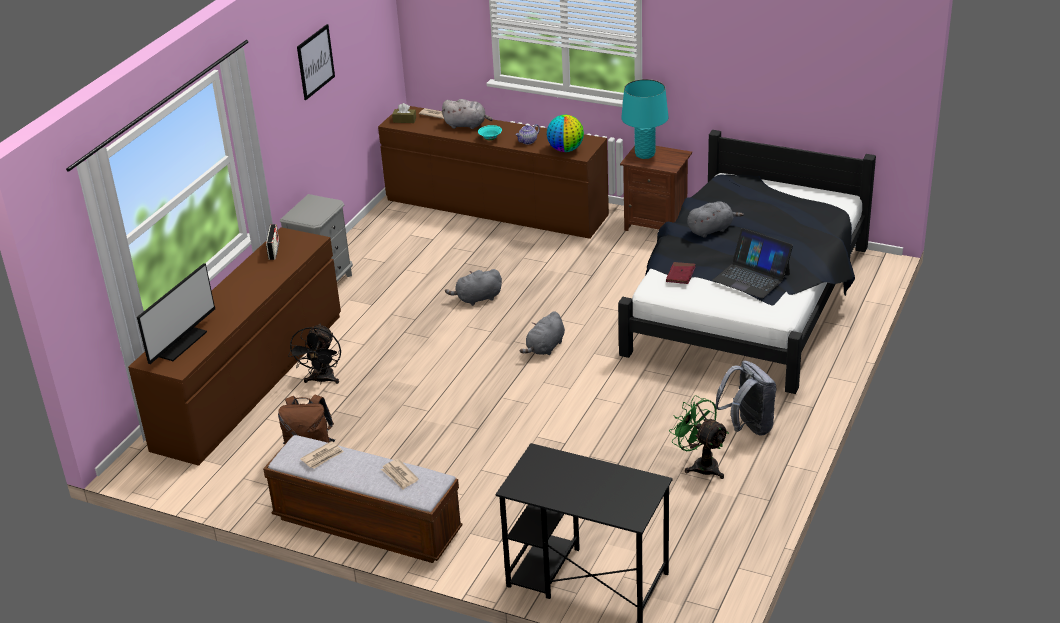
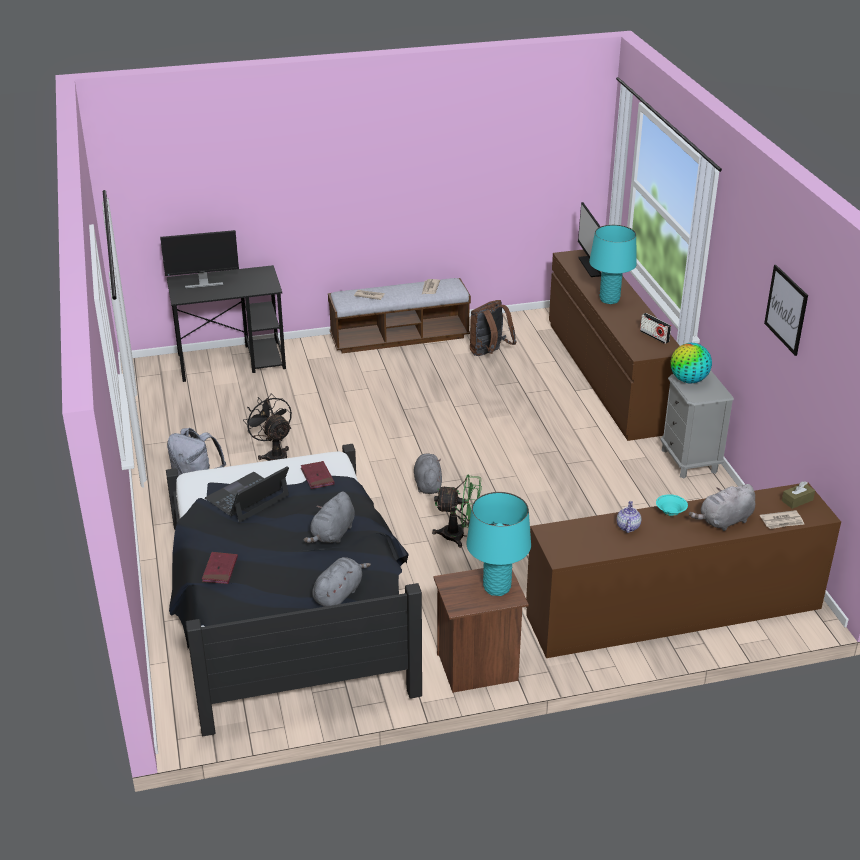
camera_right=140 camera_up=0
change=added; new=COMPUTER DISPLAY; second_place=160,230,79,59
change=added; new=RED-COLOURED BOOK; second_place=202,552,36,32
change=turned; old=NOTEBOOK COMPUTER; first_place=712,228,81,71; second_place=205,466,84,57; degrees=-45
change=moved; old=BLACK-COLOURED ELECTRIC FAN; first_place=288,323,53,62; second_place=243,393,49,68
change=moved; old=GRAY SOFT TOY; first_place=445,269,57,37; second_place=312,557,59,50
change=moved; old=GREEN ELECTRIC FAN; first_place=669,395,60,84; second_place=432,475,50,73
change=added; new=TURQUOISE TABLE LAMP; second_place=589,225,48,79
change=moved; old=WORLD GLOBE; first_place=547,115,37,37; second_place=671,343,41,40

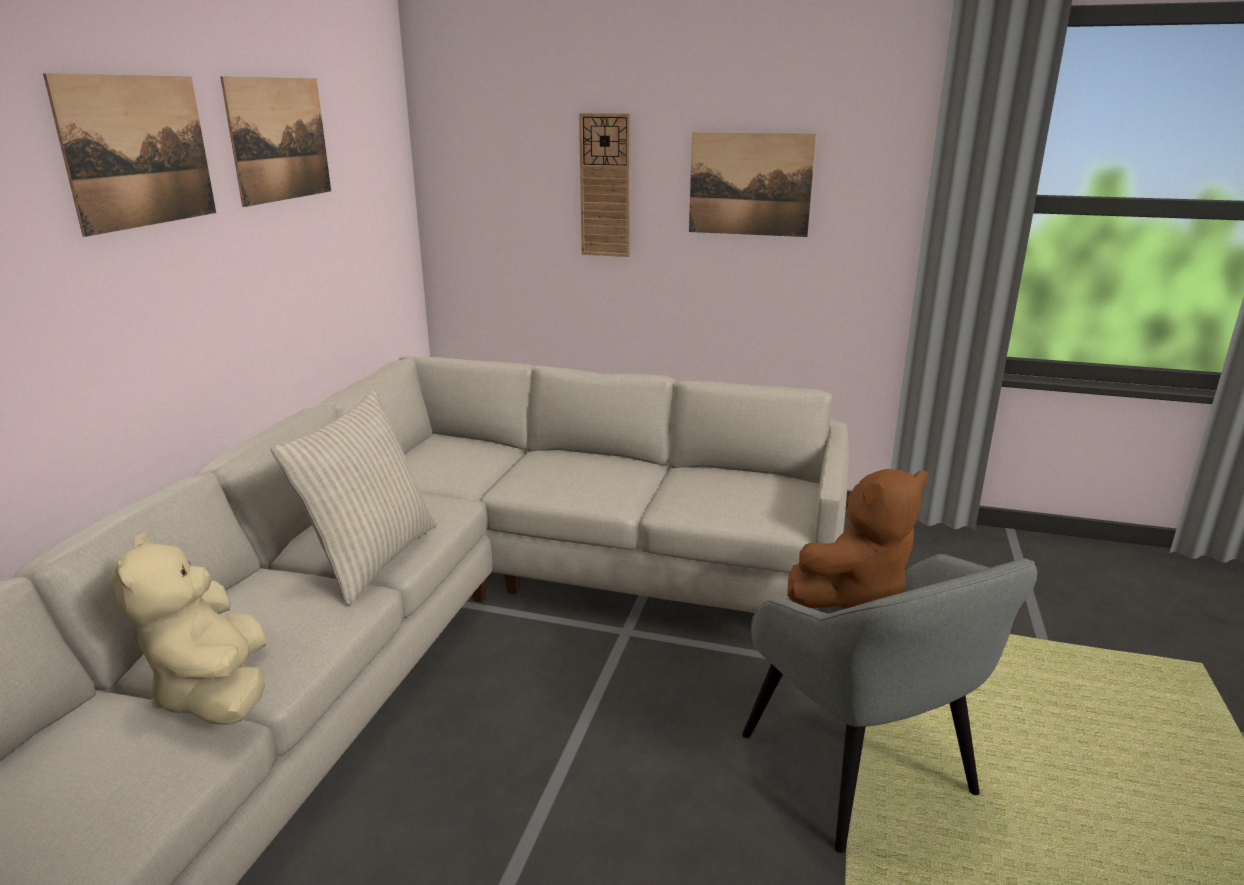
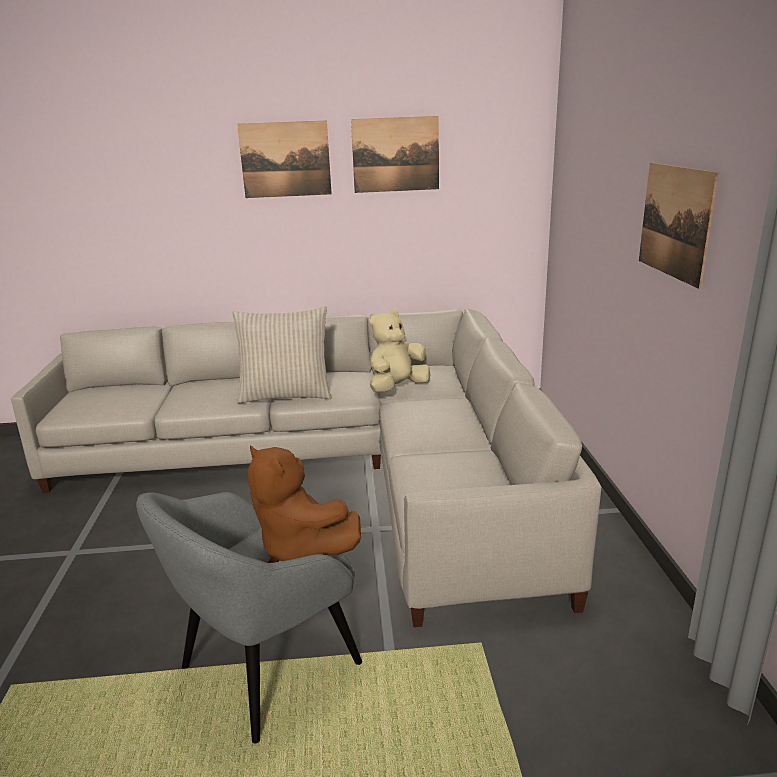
camera_right=70 camera_up=0
change=moved; old=BEIGE-COLOURED SOFT TOY; first_place=111,533,156,192; second_place=369,310,61,83
change=removed; old=CLOCK ON THE WALL; first_place=579,113,52,144

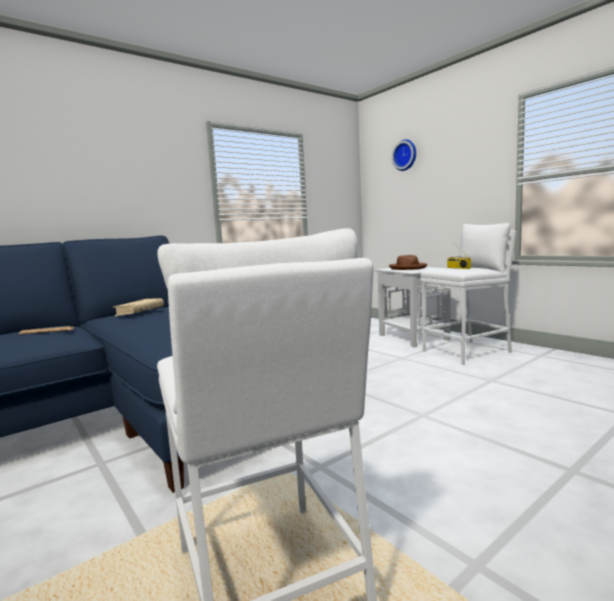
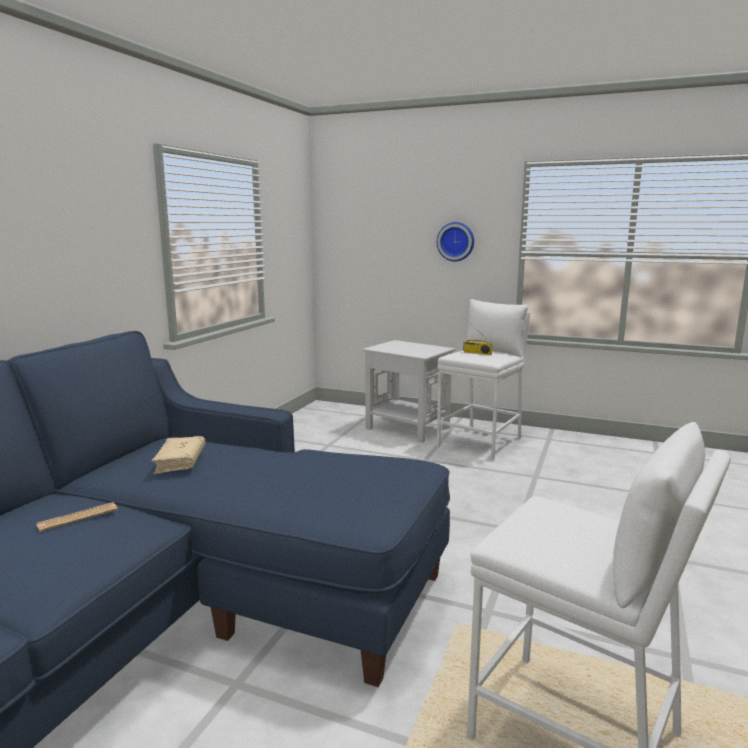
camera_right=-30 camera_up=5
change=moved; old=CLOCK ON THE WALL; first_place=392,139,24,32; second_place=437,222,37,40
change=removed; old=BROWN-COLOURED WEARABLE HAT; first_place=389,255,38,15

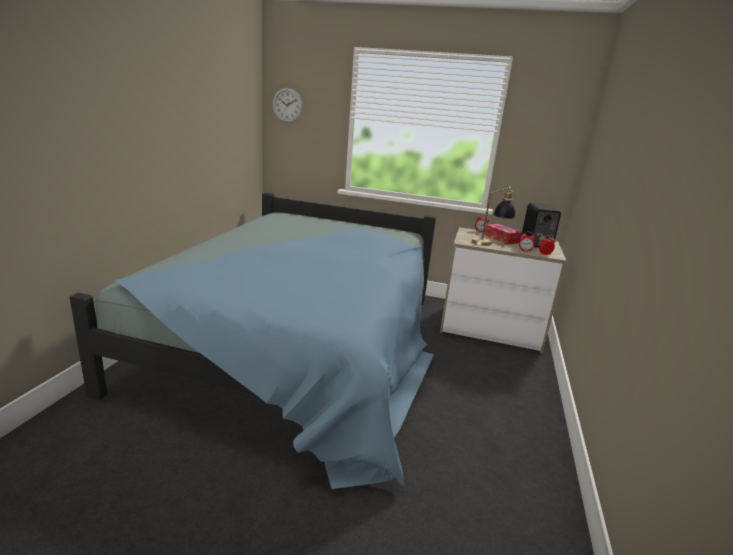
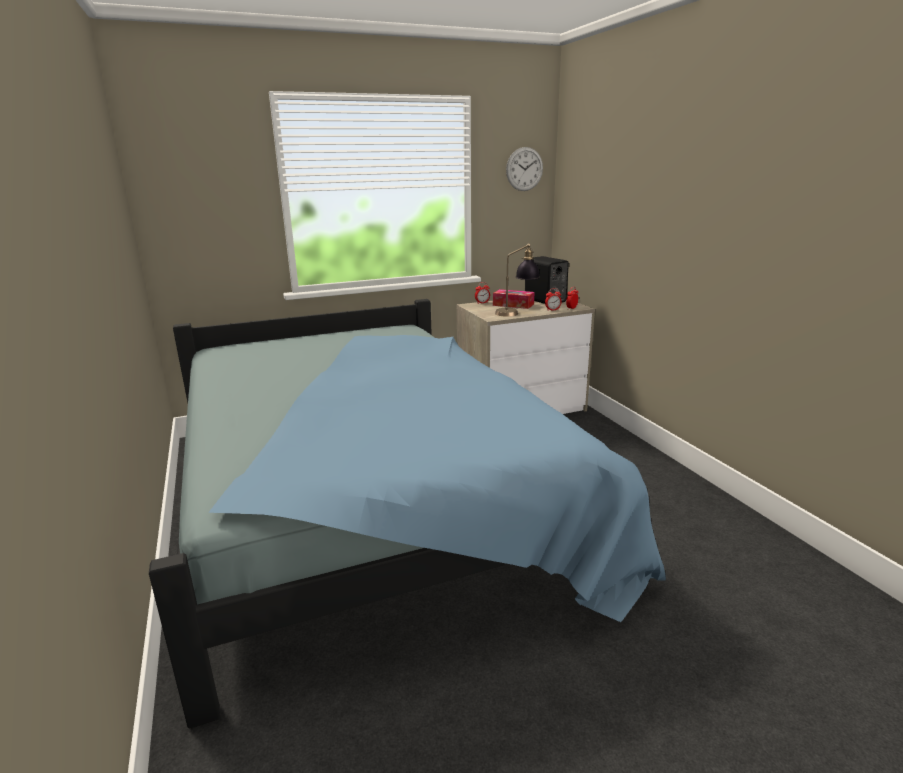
camera_right=-35 camera_up=0
change=moved; old=CLOCK ON THE WALL; first_place=273,88,30,35; second_place=506,147,37,44

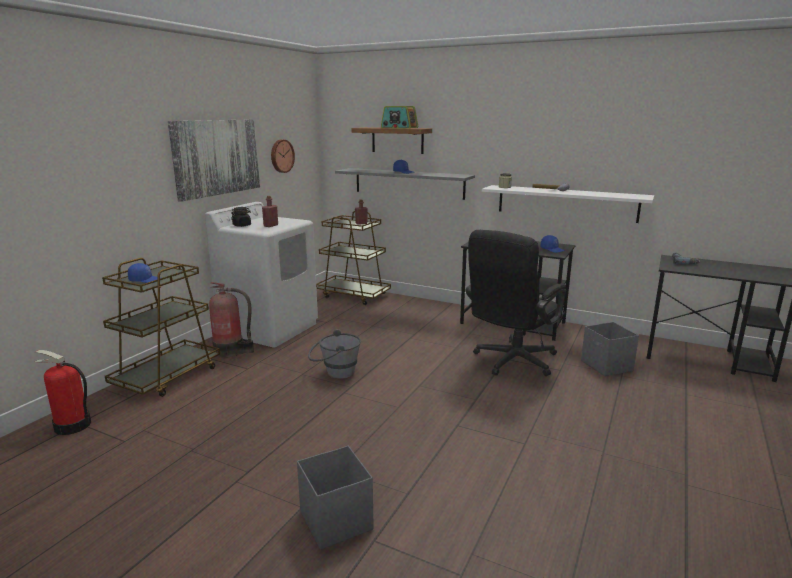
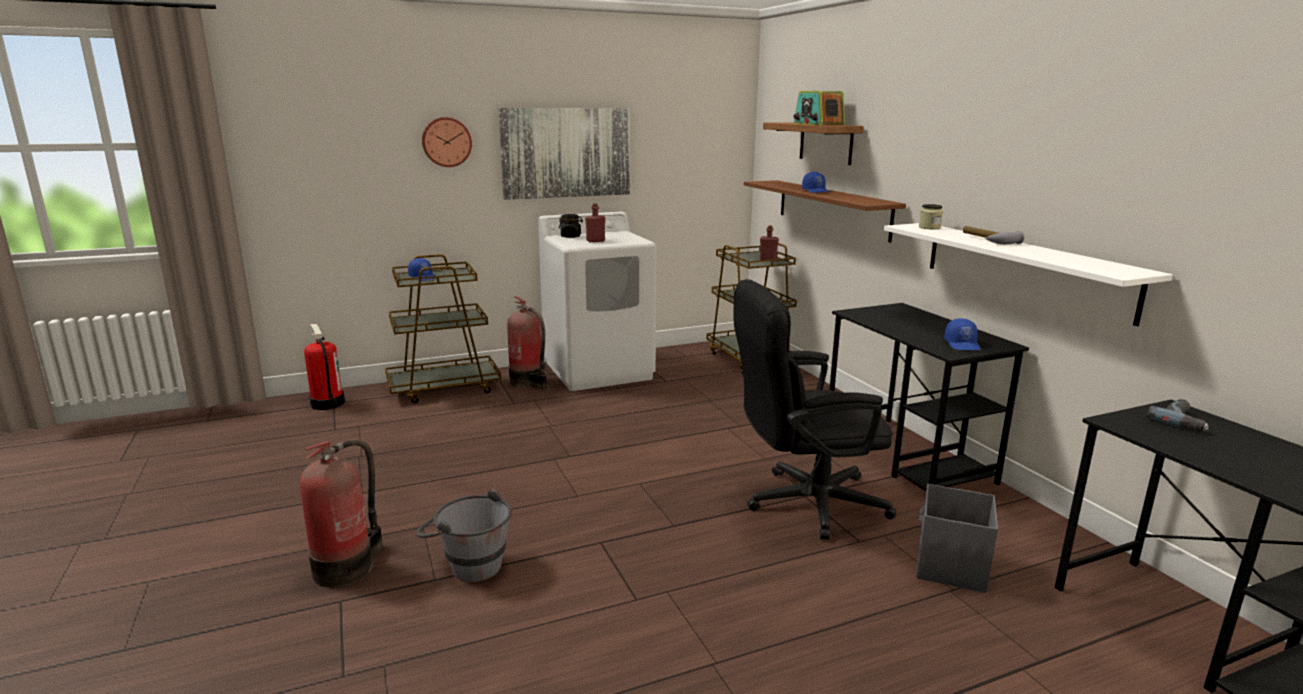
camera_right=40 camera_up=0
change=replaced; old=GRAY STORAGE CONTAINER; new=FIRE EXTINGUISHER; first_place=297,446,77,104; second_place=300,439,83,149
change=moved; old=GRAY PAIL; first_place=308,329,53,50; second_place=416,489,96,93
change=moved; old=CLOCK ON THE WALL; first_place=271,139,24,34; second_place=422,117,50,50
change=recoloured; old=GRAY BRACKET SHELF; new=BROWN-COLOURED BRACKET SHELF; first_place=335,168,140,32; second_place=744,180,162,63

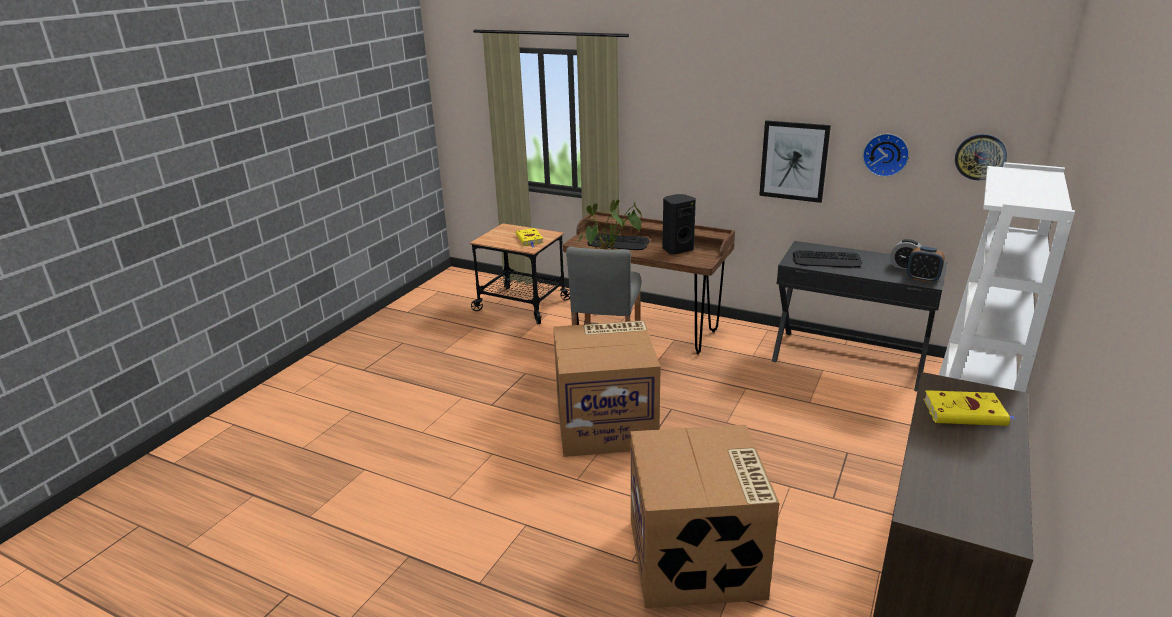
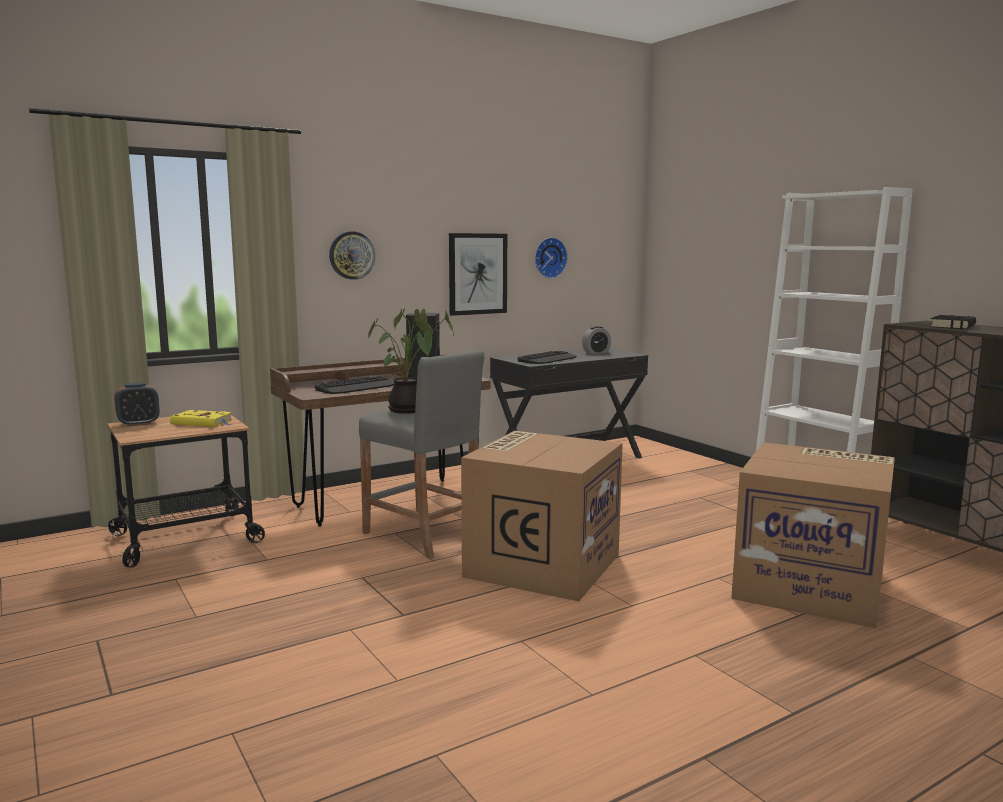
camera_right=-60 camera_up=-15
change=moved; old=TABLE CLOCK; first_place=907,246,38,37; second_place=114,383,46,44
change=moved; old=CLOCK ON THE WALL; first_place=955,134,52,46; second_place=329,231,46,49
change=recoloured; old=YELLOWISH BOOK; new=BLACK-COLOURED BOOK; first_place=923,390,93,36; second_place=930,315,46,14

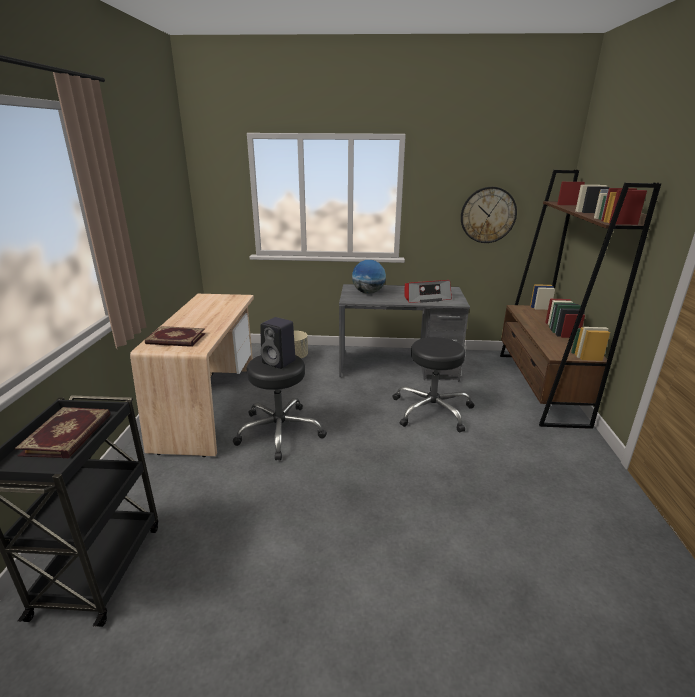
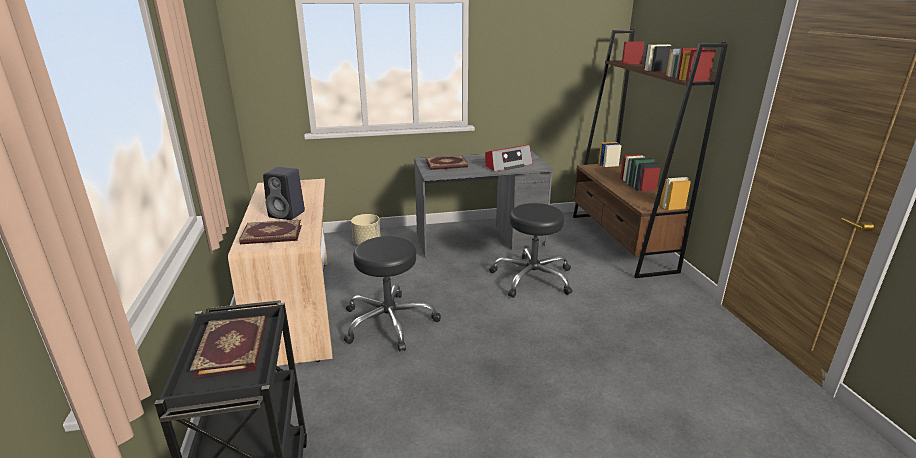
camera_right=-15 camera_up=0
change=moved; old=BLACK-COLOURED AUDIO SPEAKER; first_place=260,317,36,52; second_place=263,167,42,53
change=replaced; old=WORLD GLOBE; new=BOOK; first_place=352,260,34,34; second_place=426,155,42,15
change=removed; old=CLOCK ON THE WALL; first_place=461,187,56,56

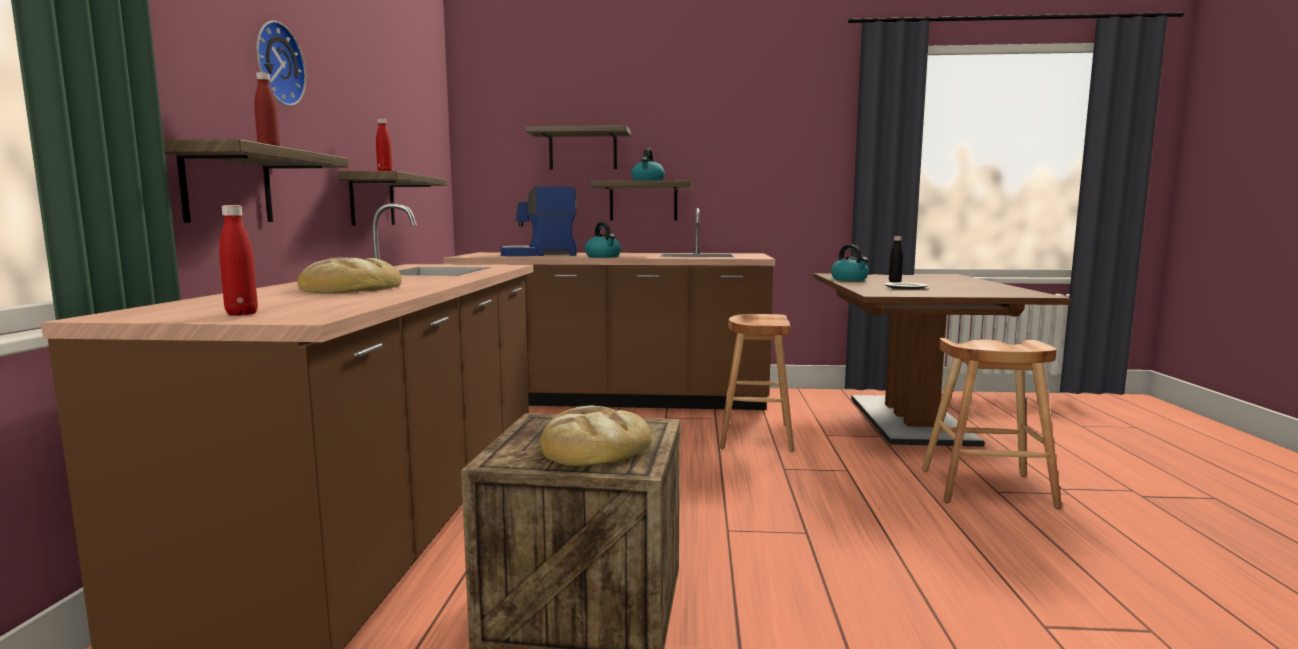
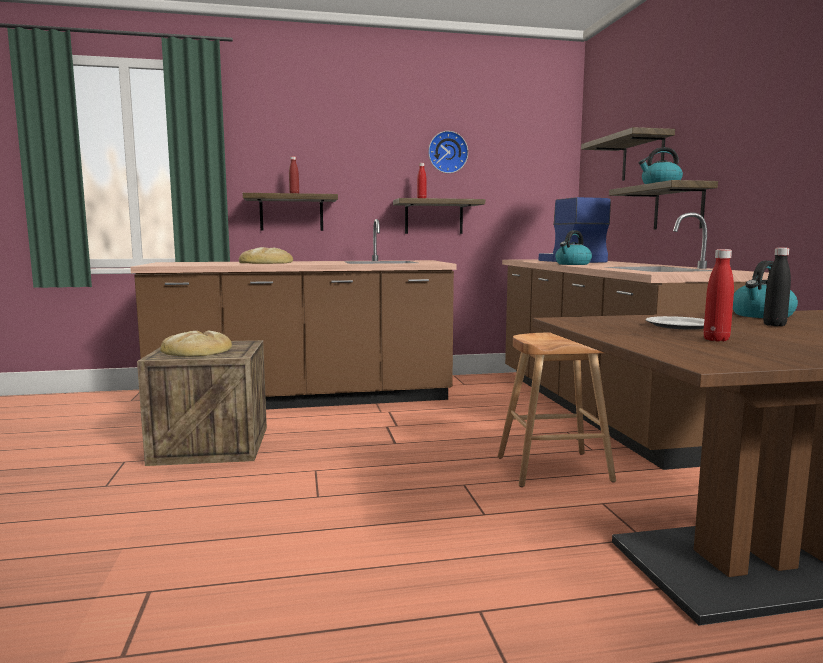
camera_right=75 camera_up=0
change=moved; old=CLOCK ON THE WALL; first_place=257,21,49,85; second_place=428,131,40,42
change=moved; old=RED-COLOURED BEVERAGE BOTTLE; first_place=219,205,39,110; second_place=703,249,31,92
change=removed; old=BROWN-COLOURED STOOL; first_place=921,338,141,171

